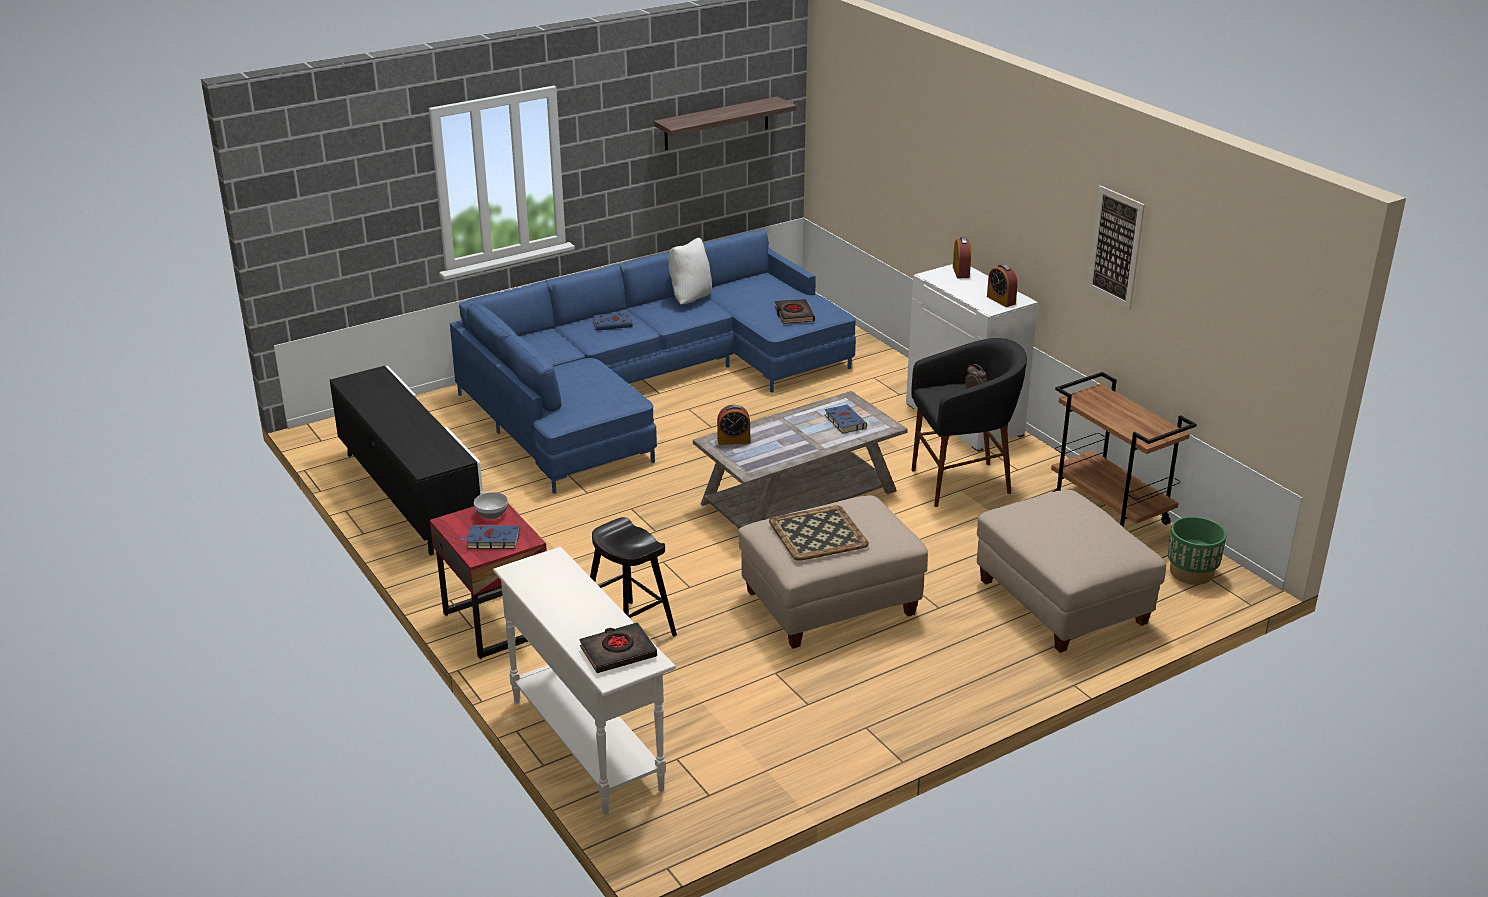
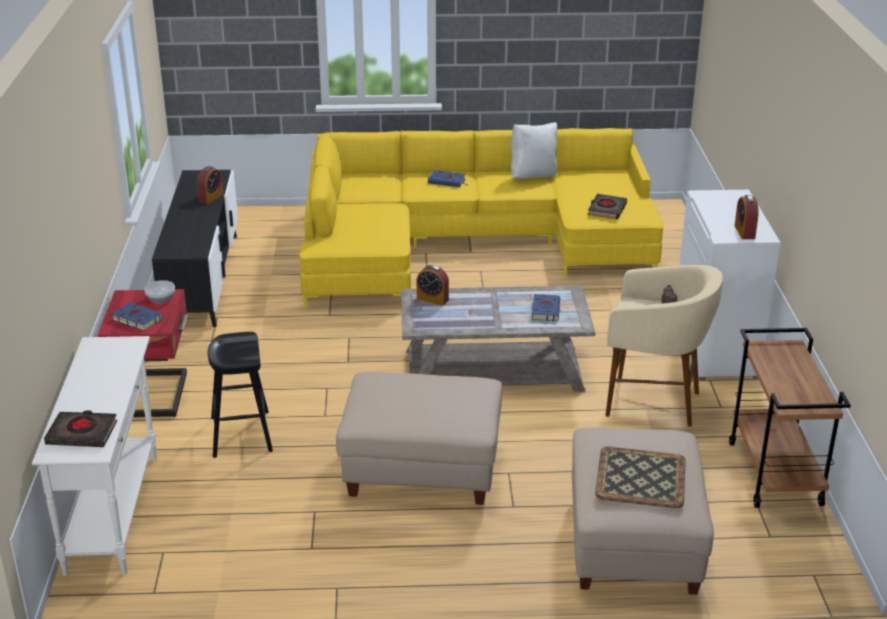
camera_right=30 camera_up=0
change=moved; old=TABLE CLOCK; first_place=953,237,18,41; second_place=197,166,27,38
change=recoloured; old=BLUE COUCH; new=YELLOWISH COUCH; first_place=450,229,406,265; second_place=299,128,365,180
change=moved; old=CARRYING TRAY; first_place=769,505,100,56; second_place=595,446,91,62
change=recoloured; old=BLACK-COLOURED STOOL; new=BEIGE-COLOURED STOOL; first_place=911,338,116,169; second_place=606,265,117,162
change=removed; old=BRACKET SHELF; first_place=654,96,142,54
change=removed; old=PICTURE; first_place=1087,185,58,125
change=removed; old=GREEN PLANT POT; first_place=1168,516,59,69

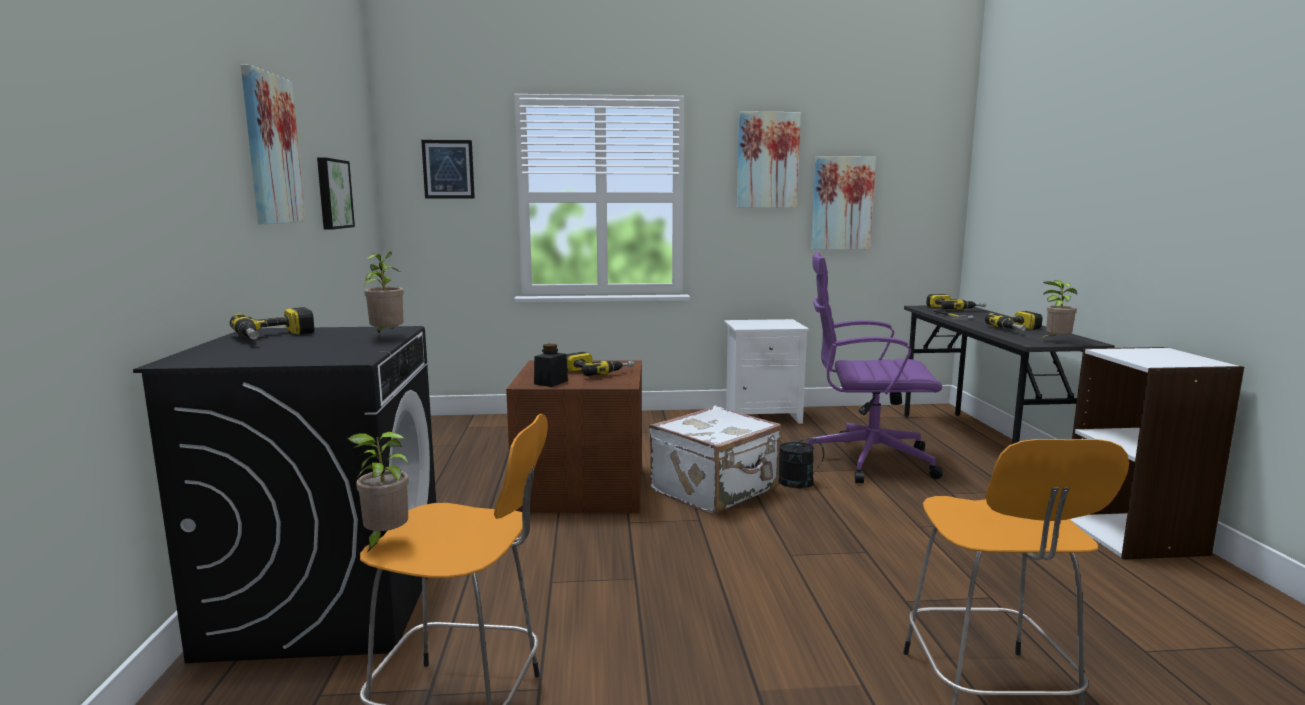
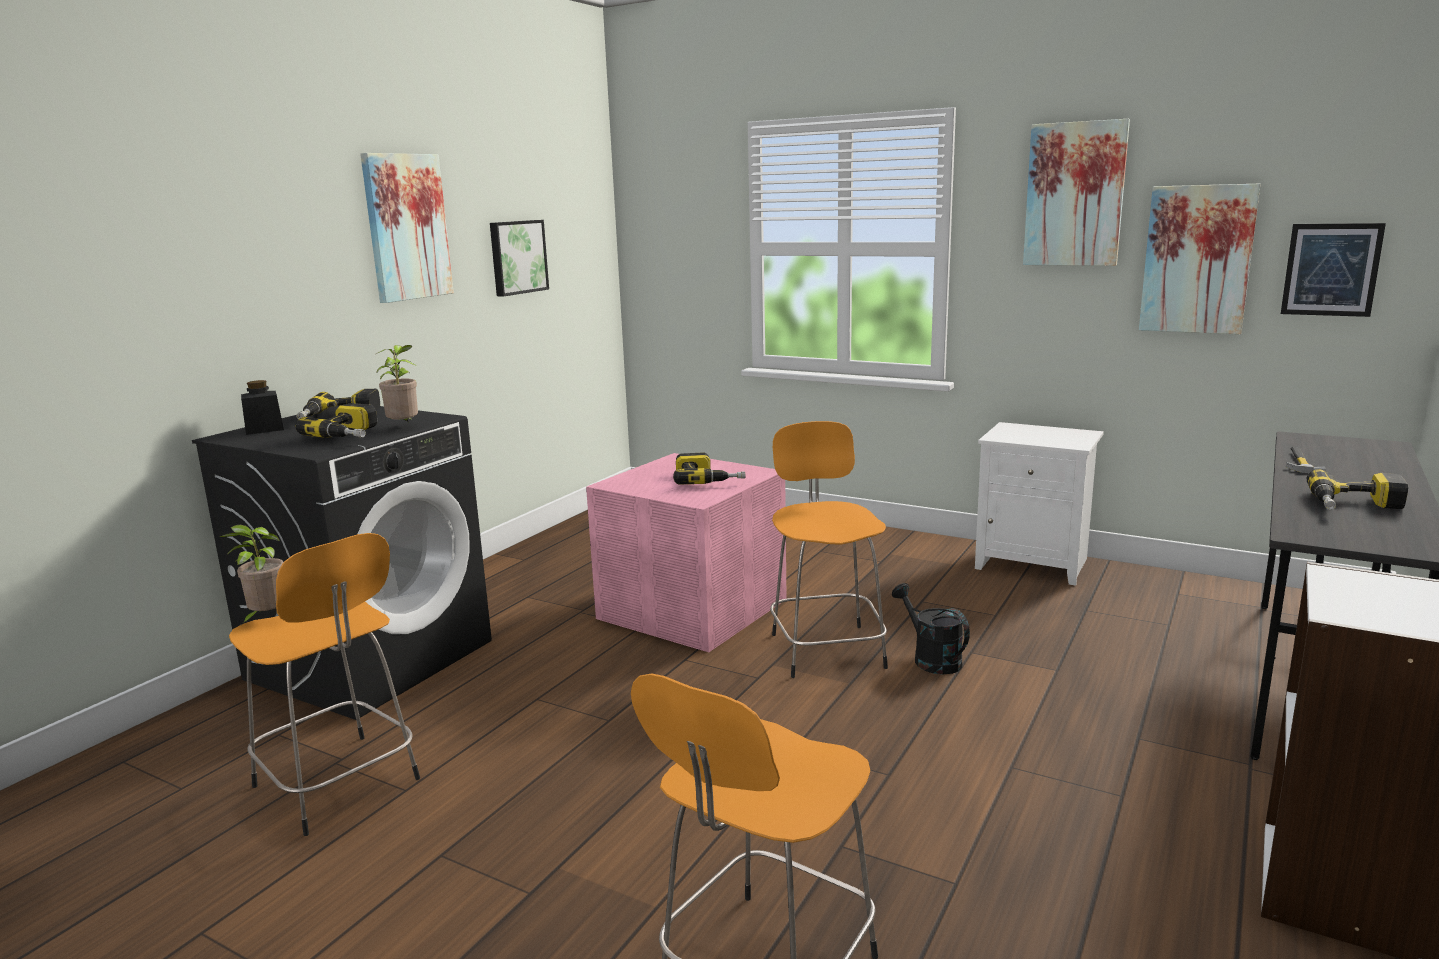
camera_right=35 camera_up=5
change=moved; old=BLACK-COLOURED STORAGE JAR; first_place=534,344,34,43; second_place=241,380,43,55
change=moved; old=POWER DRILL; first_place=926,294,60,16; second_place=295,403,83,35
change=recoloured; old=BROWN-COLOURED STORAGE CONTAINER; new=PINK STORAGE CONTAINER; first_place=506,360,136,153; second_place=586,453,201,199
change=replaced; old=WHITE-COLOURED PIECE OF LUGGAGE; new=ORANGE-COLOURED STOOL; first_place=649,406,133,108; second_place=770,421,118,257
change=moved; old=PICTURE; first_place=421,140,54,58; second_place=1281,223,105,94
change=removed; old=PURPLE-COLOURED OFFICE CHAIR; first_place=808,252,135,232
change=removed; old=PLANT IN A POT; first_place=1040,280,37,59

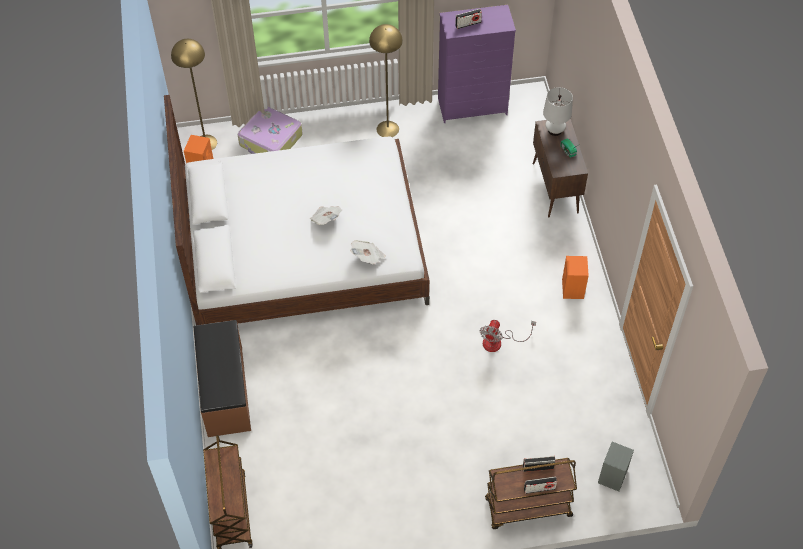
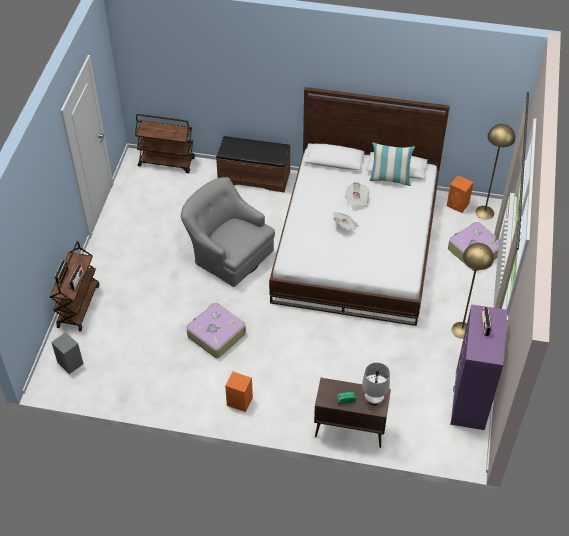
camera_right=110 camera_up=-5
change=added; new=GRAY ARMCHAIR; second_place=181,177,94,110
change=replaced; old=ELECTRIC FAN; new=PIECE OF LUGGAGE; first_place=480,320,56,32; second_place=186,303,60,55
change=moved; old=NEWSPAPER; first_place=350,240,36,25; second_place=345,182,25,29
change=added; new=THROW PILLOW; second_place=369,143,46,43

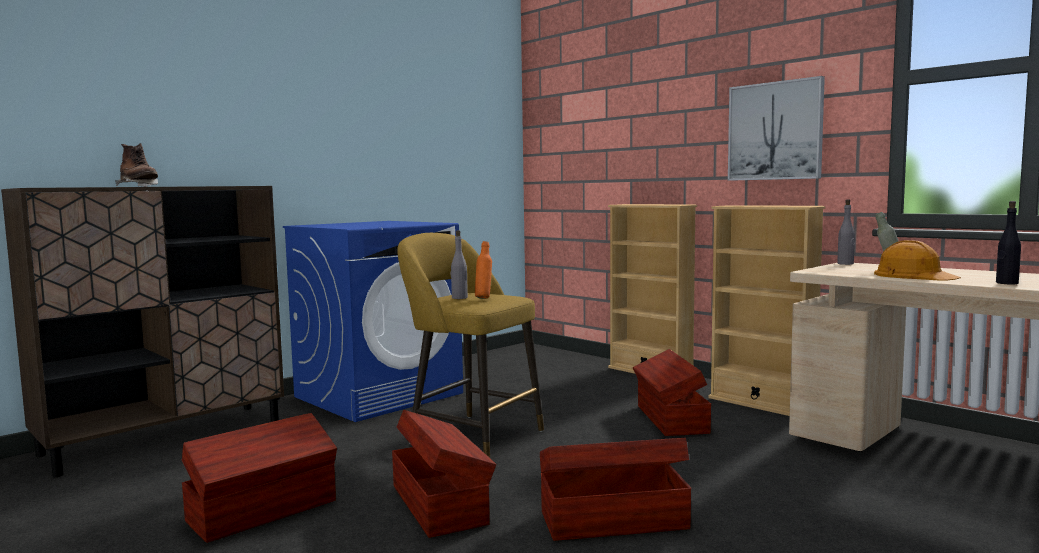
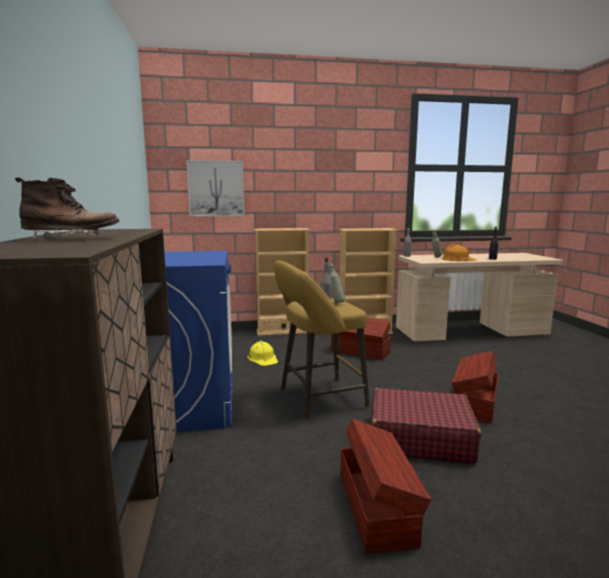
camera_right=-55 camera_up=5
change=moved; old=PICTURE; first_place=728,76,97,105; second_place=187,160,57,56
change=added; new=YELLOWISH WORK HELMET; second_place=247,341,31,25
change=recoloured; old=ORANGE-COLOURED BEVERAGE BOTTLE; new=GRAY BEVERAGE BOTTLE; first_place=475,241,17,58; second_place=328,263,17,40
change=replaced; old=BROWN-COLOURED STORAGE CONTAINER; new=RED-COLOURED PIECE OF LUGGAGE; first_place=392,410,104,128; second_place=372,388,109,76

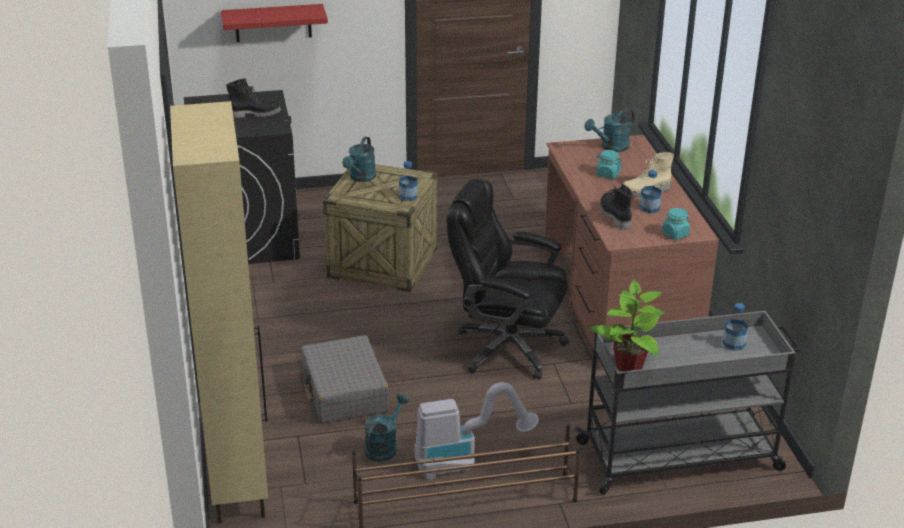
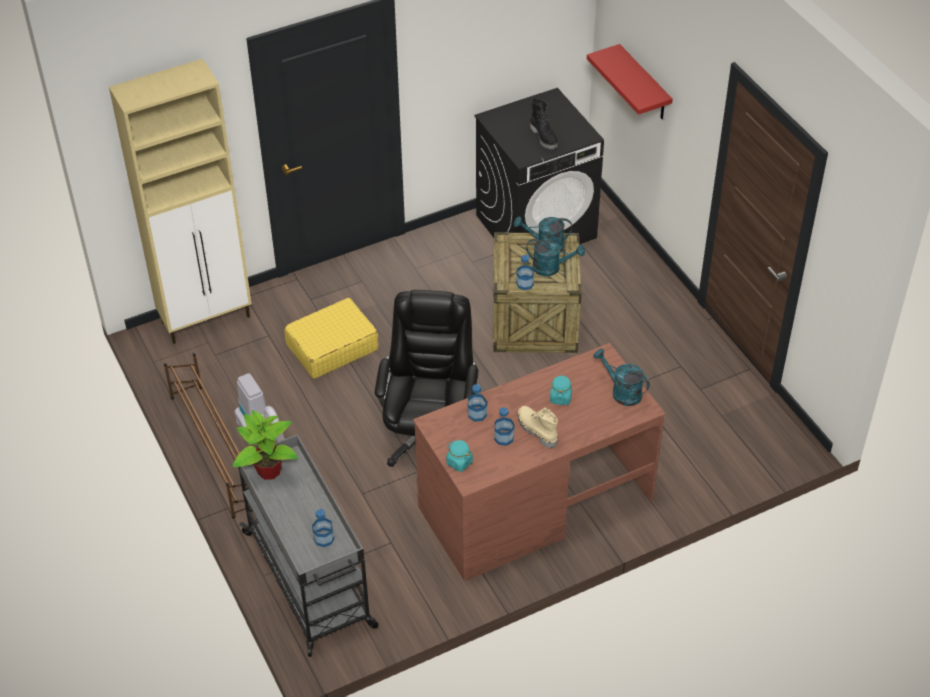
camera_right=75 camera_up=15
change=recoloured; old=GRAY PIECE OF LUGGAGE; new=YELLOWISH PIECE OF LUGGAGE; first_place=301,335,88,89; second_place=284,298,94,81
change=replaced; old=BLACK-COLOURED BOOT; new=BEVERAGE BOTTLE; first_place=600,184,32,46; second_place=468,384,19,38
change=moved; old=TURQUOISE SPRINKLING CAN; first_place=365,394,44,68; second_place=526,239,59,37

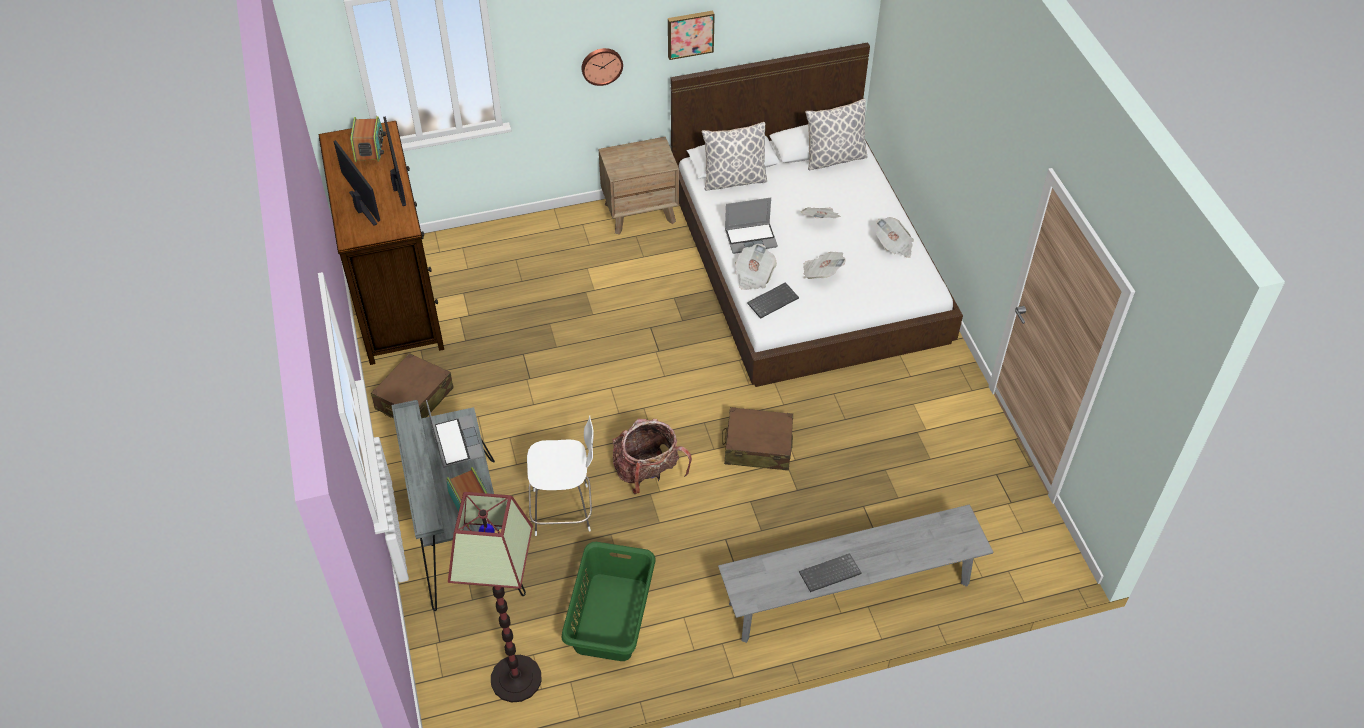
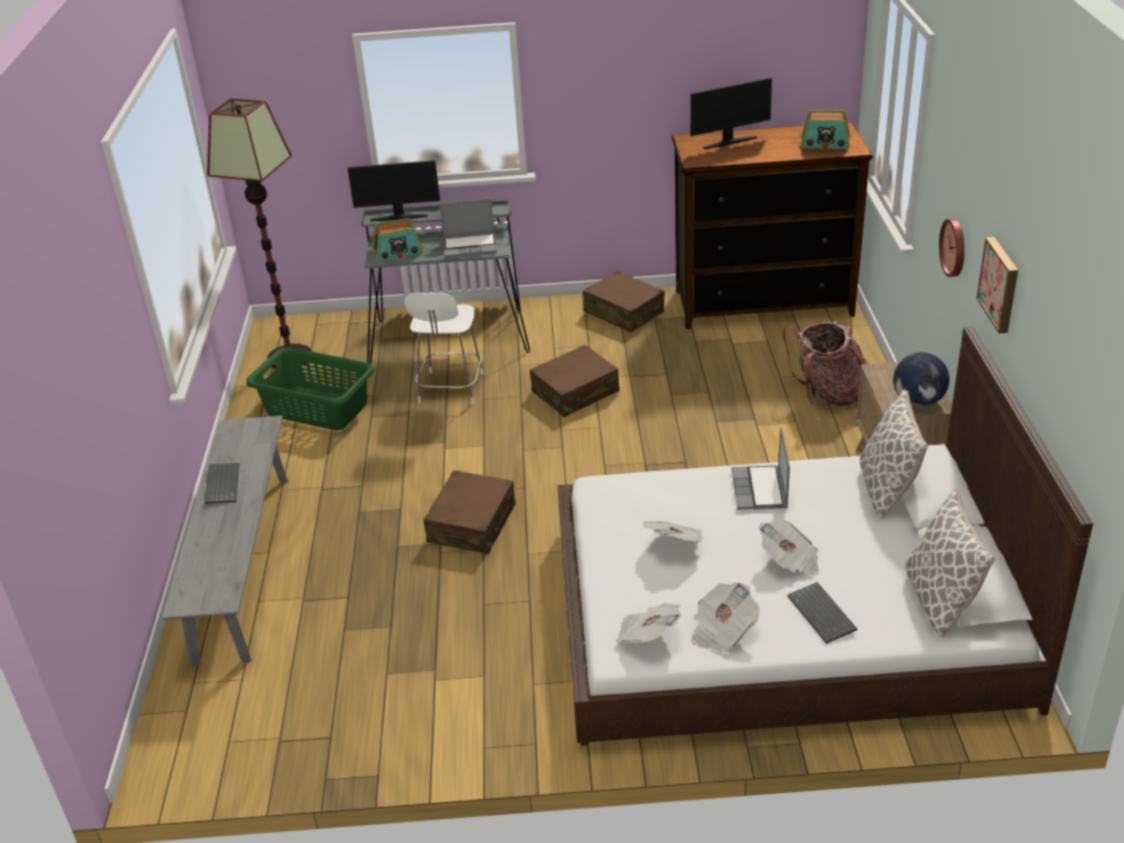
camera_right=105 camera_up=-15
change=moved; old=COMPUTER DISPLAY; first_place=383,116,23,90; second_place=347,160,93,62
change=added; new=BROWN-COLOURED PIECE OF LUGGAGE; second_place=530,345,90,72
change=moved; old=NEWSPAPER; first_place=735,244,42,46; second_place=616,603,65,40
change=moved; old=RUCKSACK; first_place=613,419,79,75; second_place=783,321,86,85
change=moved; old=COMPUTER KEYBOARD; first_place=747,282,52,37; second_place=787,582,70,62
change=added; new=WORLD GLOBE; second_place=893,352,56,55

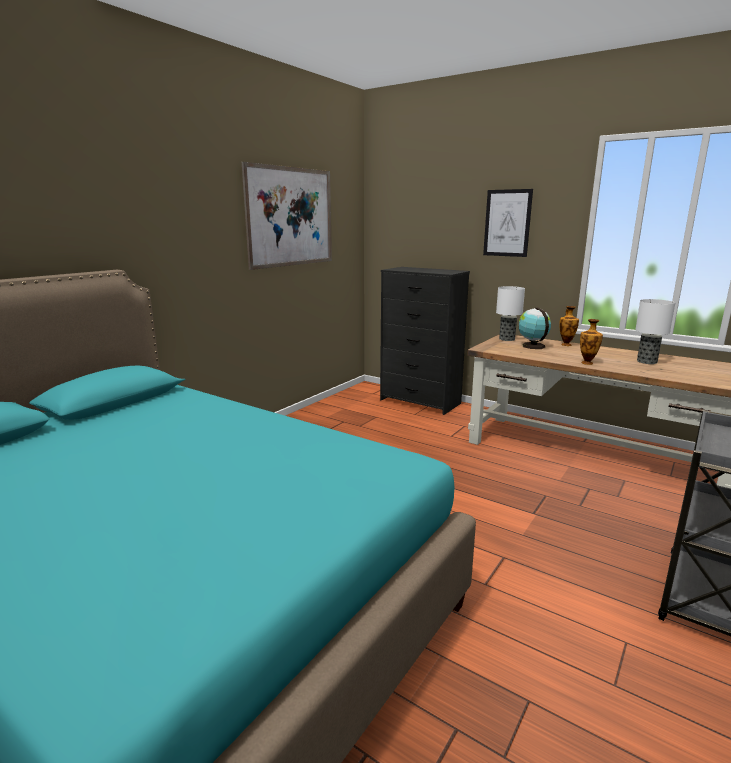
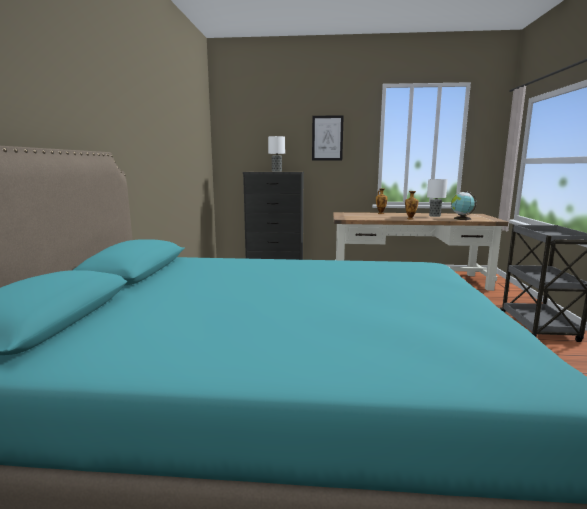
camera_right=-30 camera_up=-5
change=moved; old=TABLE LAMP; first_place=496,286,29,55; second_place=268,136,17,36
change=moved; old=WORLD GLOBE; first_place=519,308,32,41; second_place=451,191,26,29
change=removed; old=PICTURE; first_place=242,162,90,108

